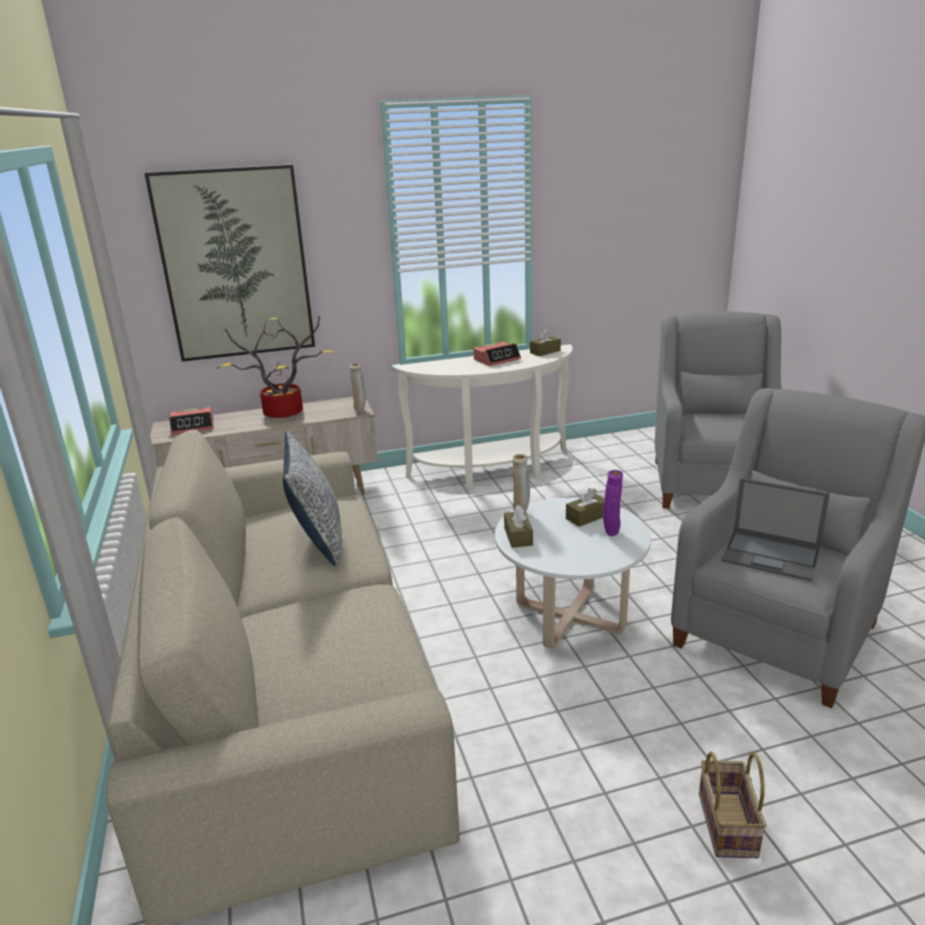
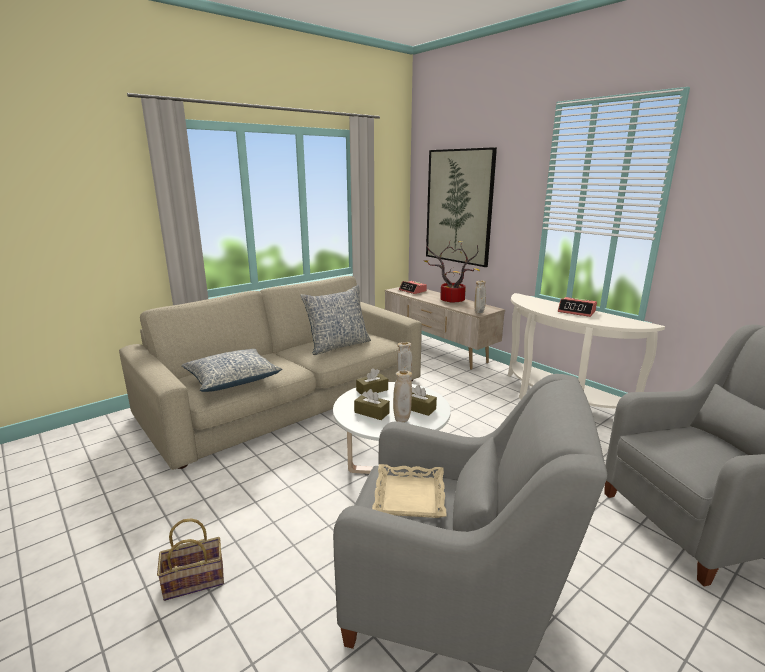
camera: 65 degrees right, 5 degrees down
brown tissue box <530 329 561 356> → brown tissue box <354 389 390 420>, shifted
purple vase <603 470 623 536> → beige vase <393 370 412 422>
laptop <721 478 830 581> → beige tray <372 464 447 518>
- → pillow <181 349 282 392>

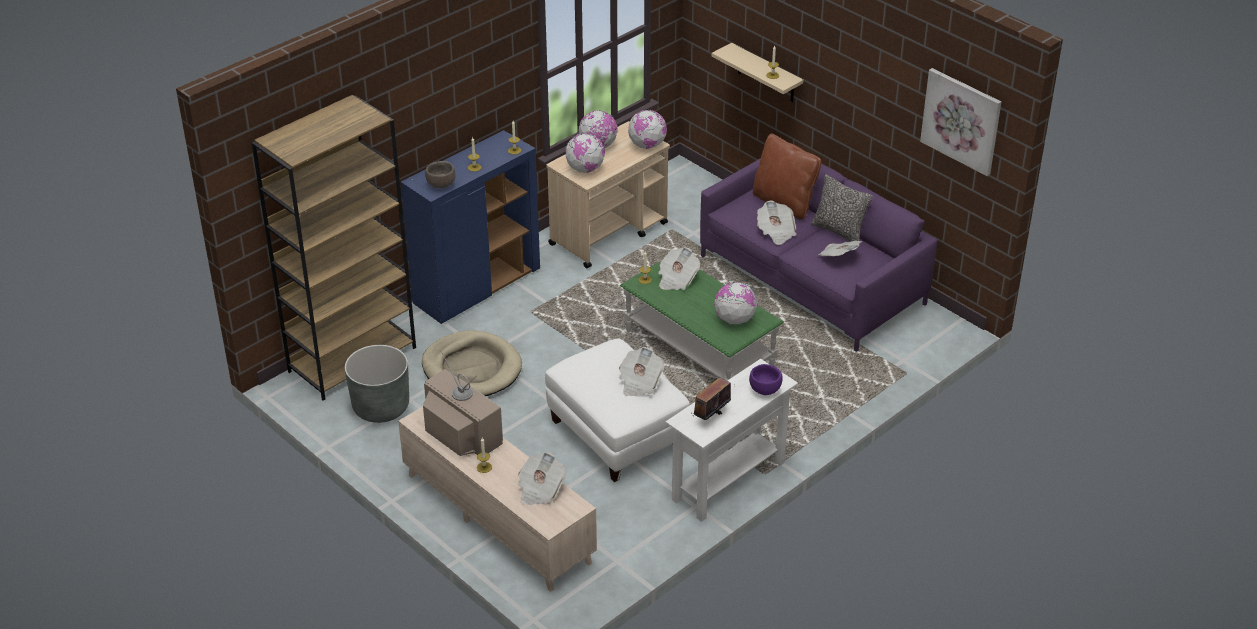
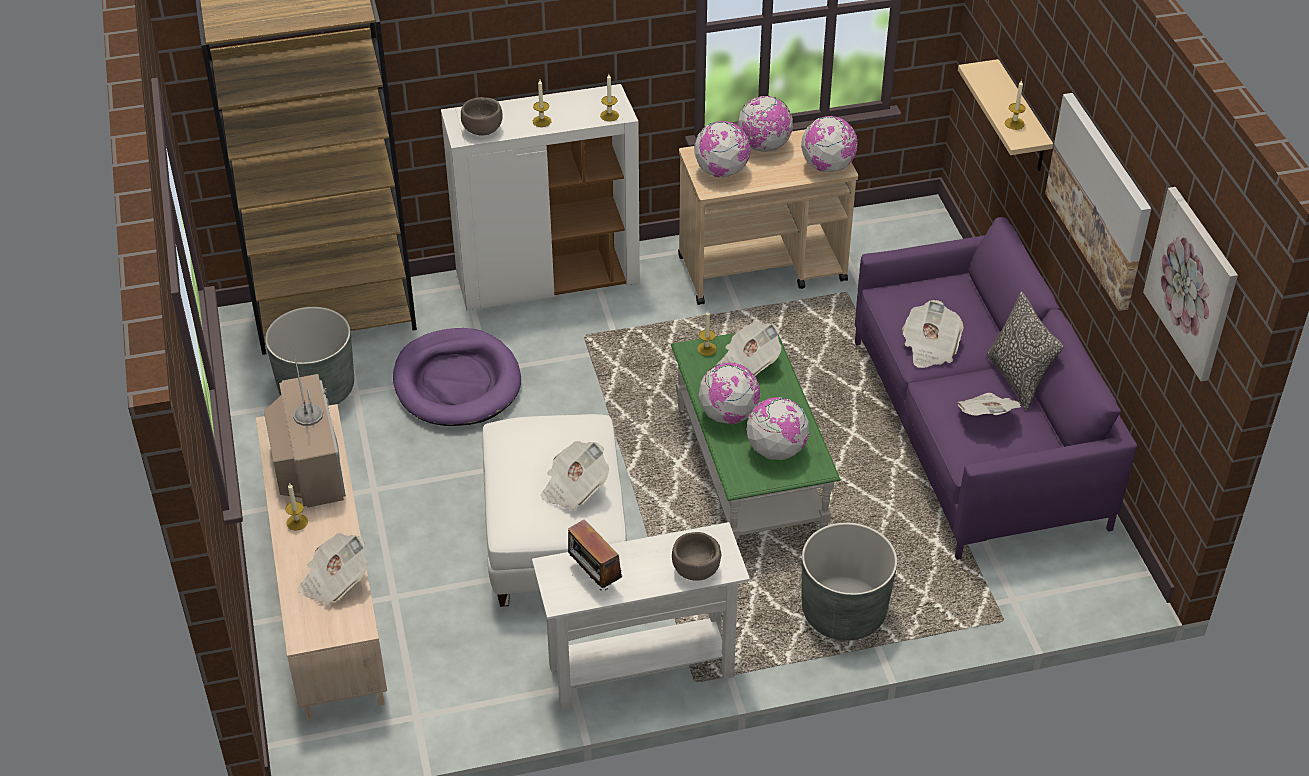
camera: 30 degrees right, 5 degrees up
blue cabinet <401 130 540 324> → white cabinet <441 84 640 311>
beige dog bed <422 330 522 396> → purple dog bed <393 328 521 426>
radio <691 374 731 420> → radio <568 519 622 590>, 105 degrees counterclockwise
purple bowl <749 364 783 395> → brown bowl <672 532 721 581>
brown pillow <753 134 821 220> → -
- → globe <699 363 760 424>
- → grey planter <802 523 897 641>
- → picture <1045 93 1152 311>

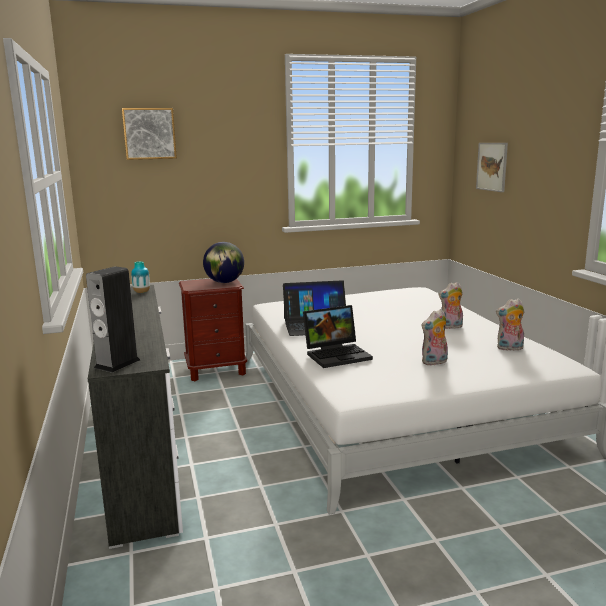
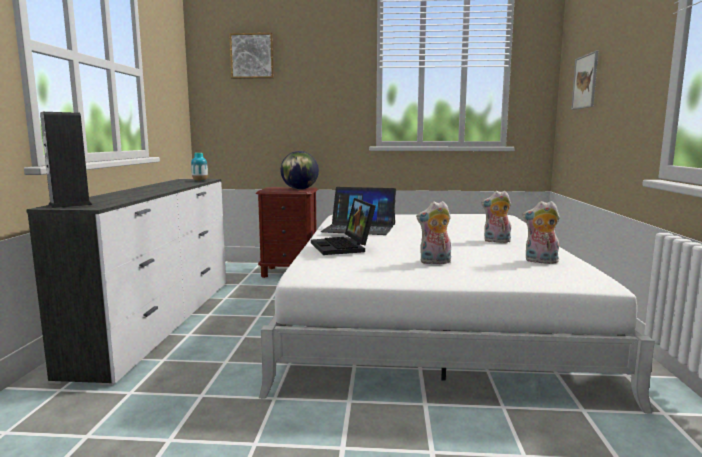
camera: 20 degrees right, 5 degrees down
laptop <303 305 373 368> → laptop <311 198 376 255>, 75 degrees clockwise

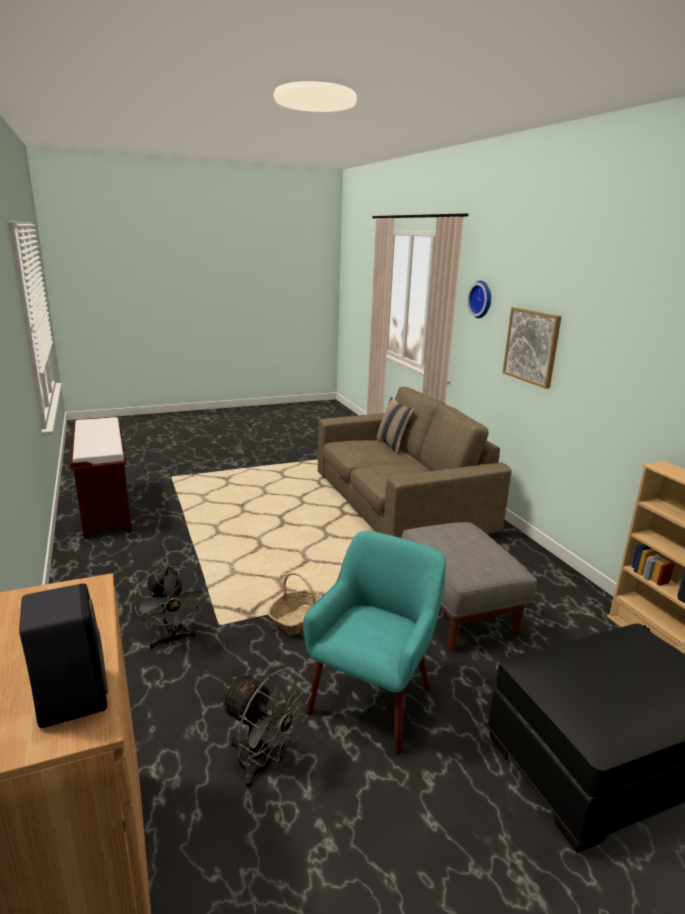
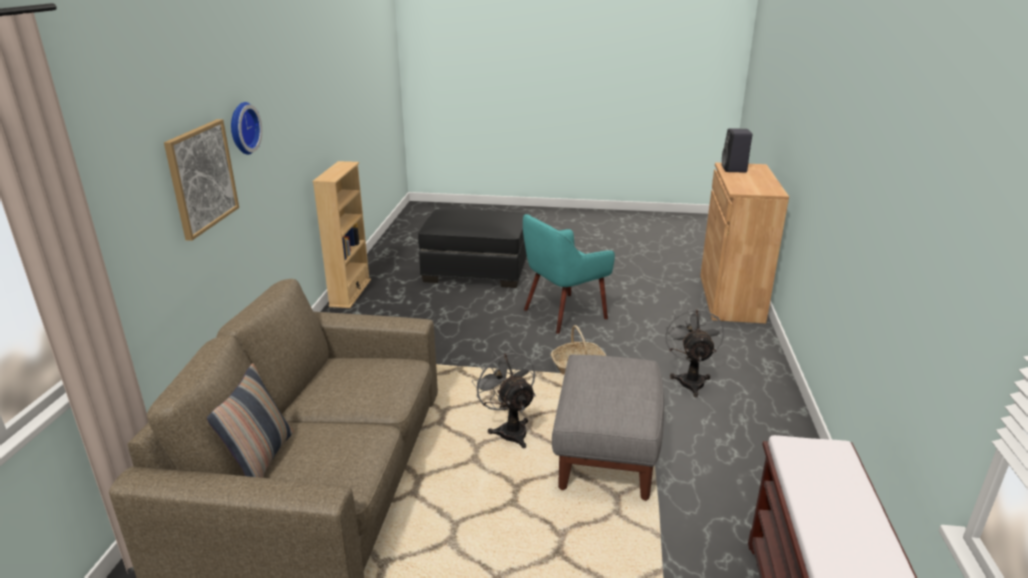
camera: 150 degrees left, 5 degrees up
grey fan <220 669 311 788> → grey fan <472 347 536 448>, shifted
grey ottoman <401 522 537 651> → grey ottoman <552 355 664 501>, shifted
wall clock <467 281 491 318> → wall clock <231 102 262 155>, shifted

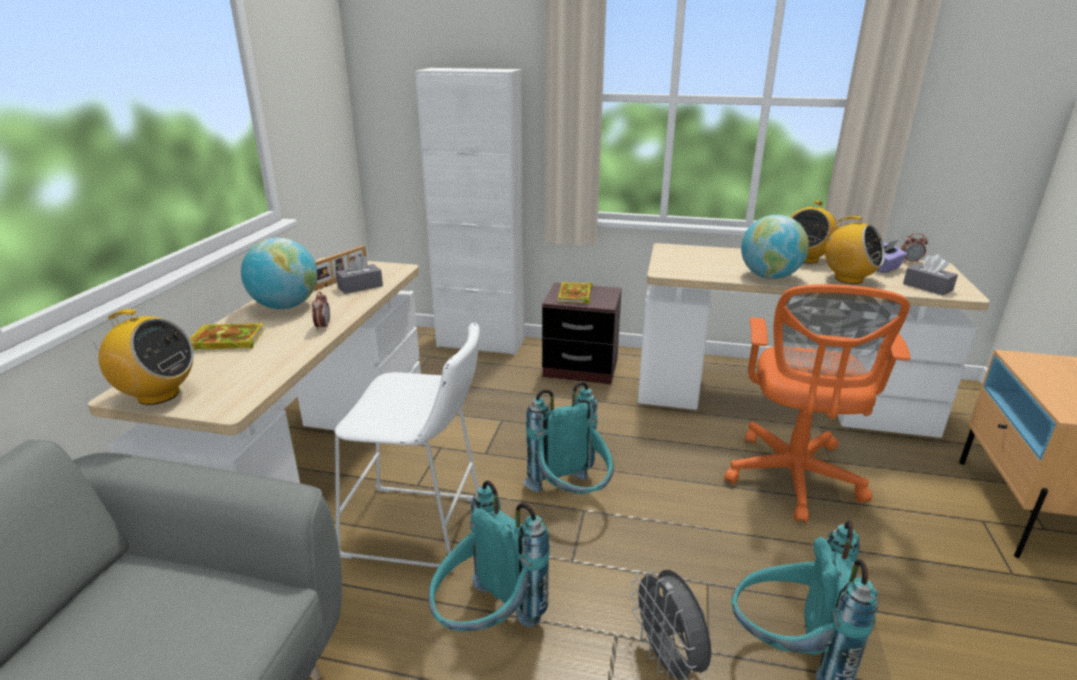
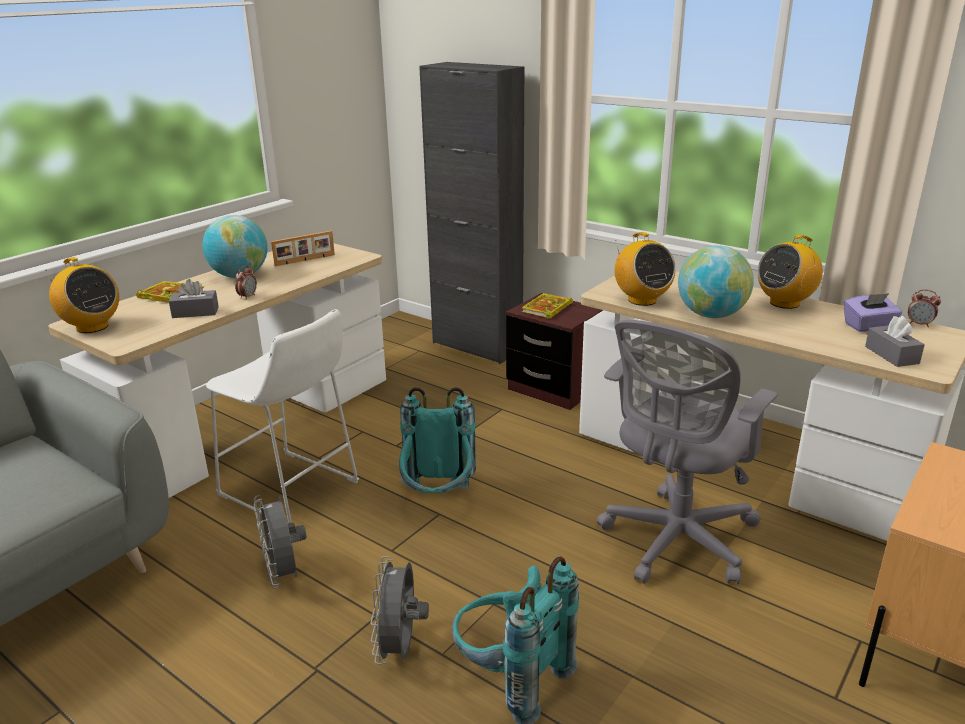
camera: 25 degrees right, 0 degrees up
grey tissue box <336 255 383 294> → grey tissue box <169 279 219 318>, shifted
white cabinet <415 68 524 355> → black cabinet <419 62 524 364>
turquoise backpack <429 480 550 632> → grey fan <254 495 307 588>
orange office chair <724 284 910 523> → grey office chair <597 320 778 584>
radio <825 216 885 284> → radio <614 232 676 306>, shifted

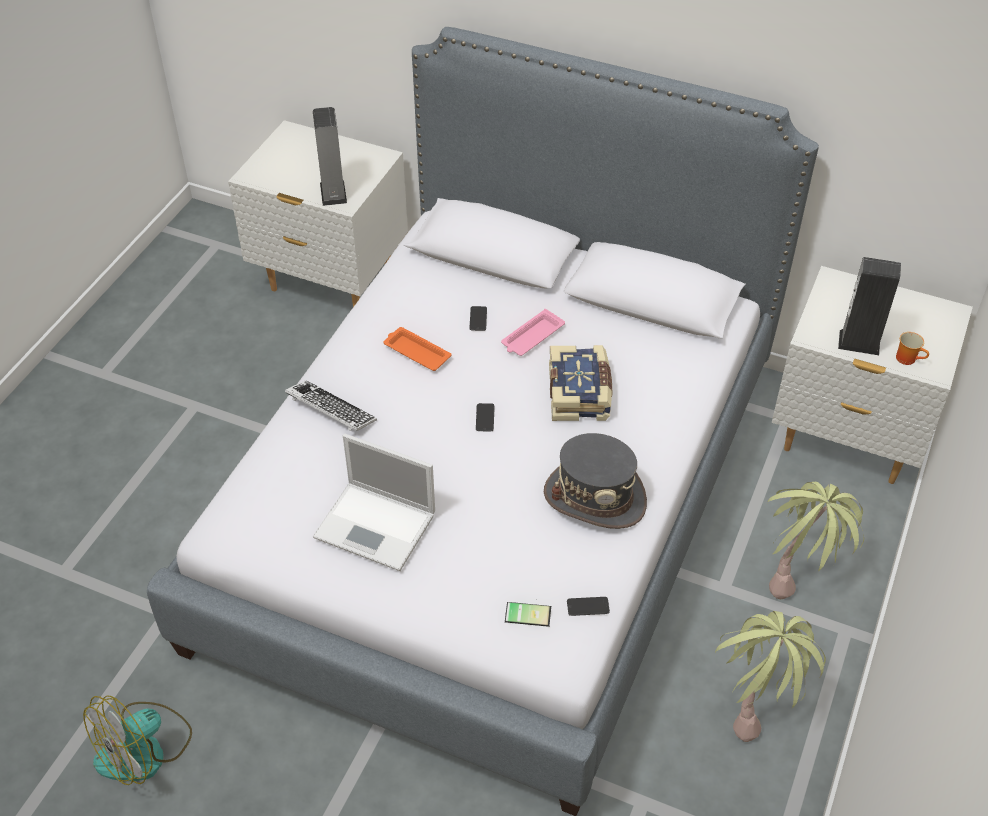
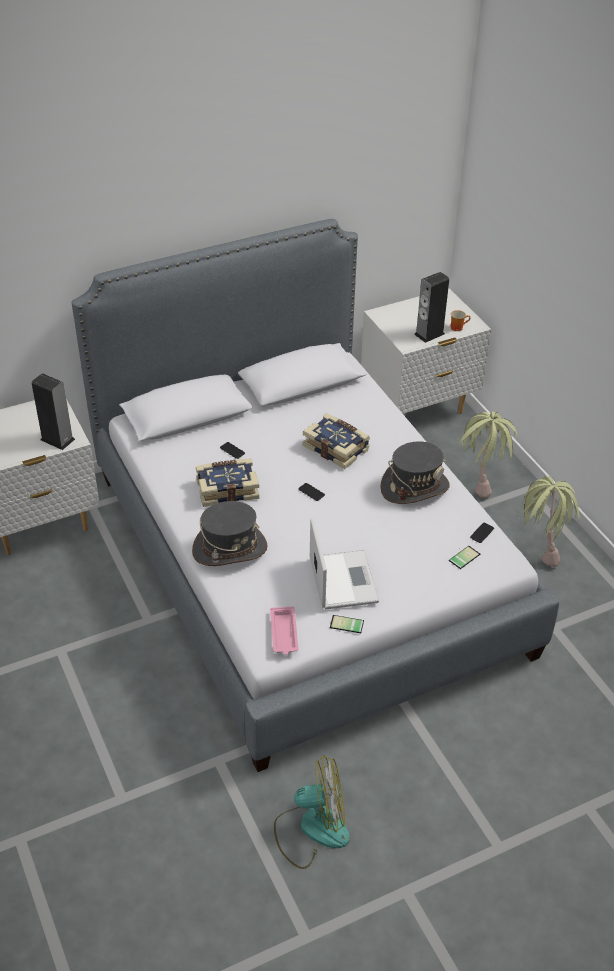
camera: 50 degrees left, 5 degrees down
fan <83 695 192 785> → fan <274 755 350 869>, 90 degrees counterclockwise
keyboard <285 380 377 431> → grey hat <192 501 268 566>
laptop <313 434 435 571> → laptop <310 518 379 610>, 75 degrees counterclockwise
orange tray <383 327 451 371> → book <196 458 259 507>
pink tray <501 309 565 356> → pink tray <270 607 298 655>, shifted
- → phone <330 615 364 633>

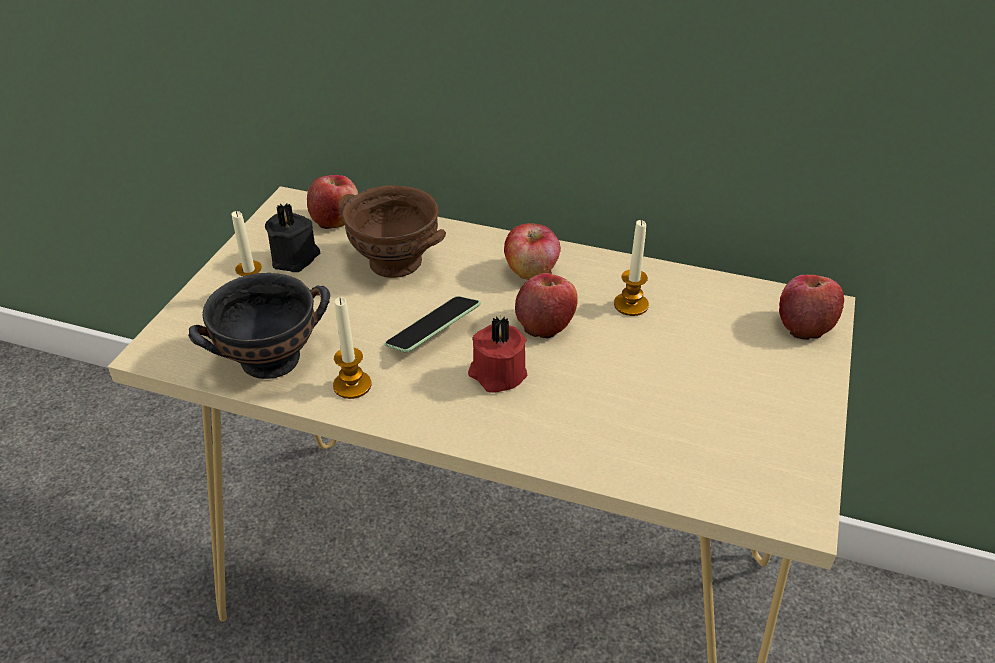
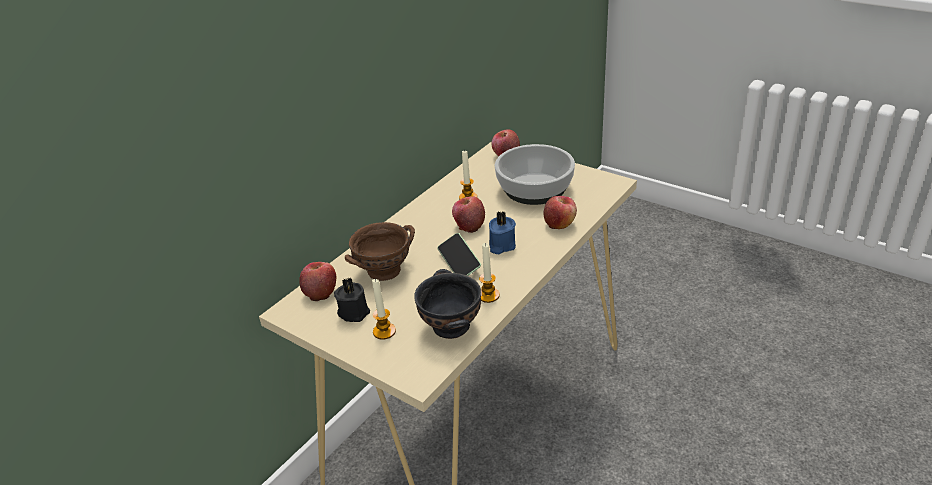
camera: 70 degrees left, 5 degrees down
red candle <468 316 527 393> → blue candle <489 211 516 254>
apple <504 223 561 280> → apple <544 196 577 229>, shifted
- → bowl <495 144 575 205>

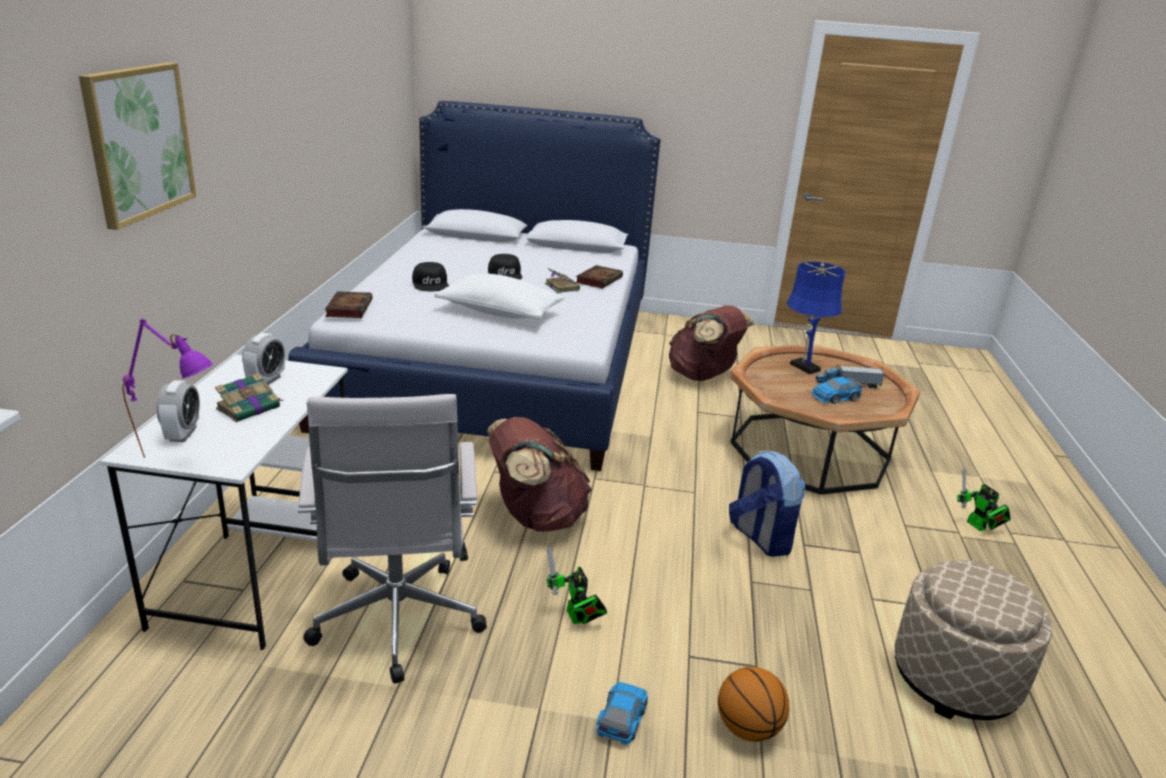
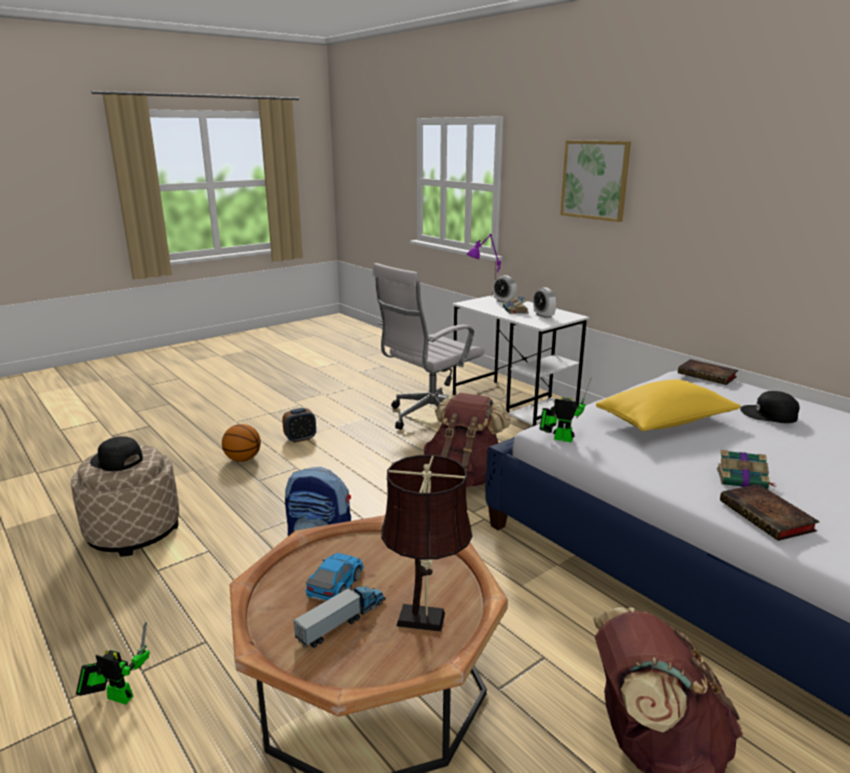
camera: 135 degrees right, 5 degrees down
white office chair <298 394 487 684> → white office chair <373 263 485 430>, 75 degrees counterclockwise
white pillow <434 274 565 319> → yellow pillow <596 379 741 431>
black cap <488 254 523 280> → black cap <90 436 143 471>, shifted
toy robot <547 547 607 624> → toy robot <539 377 592 442>, shifted
toy car <597 682 648 745> → alarm clock <282 408 316 443>
blue table lamp <786 262 846 374> → brown table lamp <381 455 473 632>

